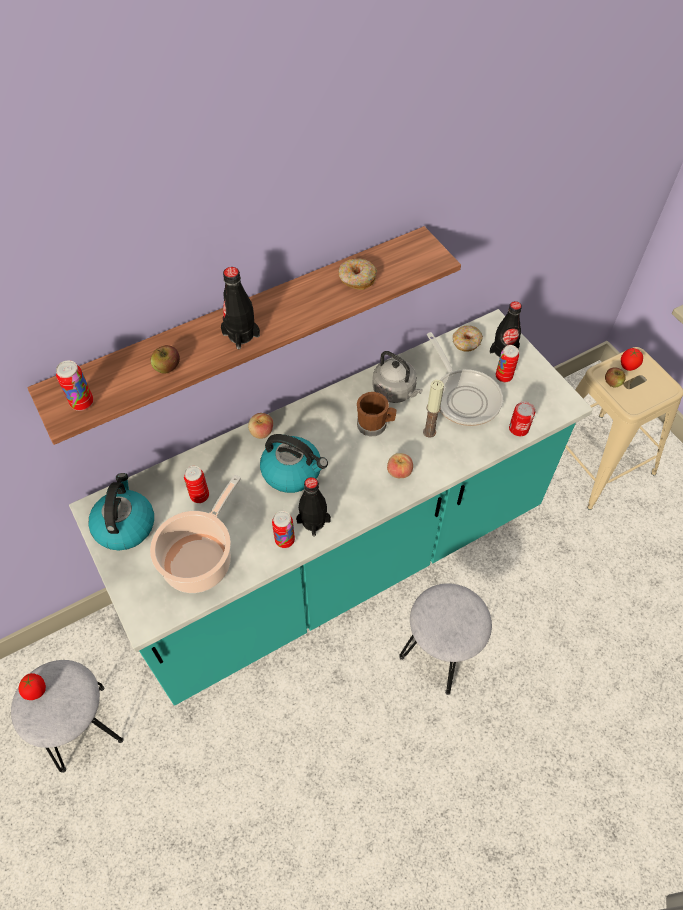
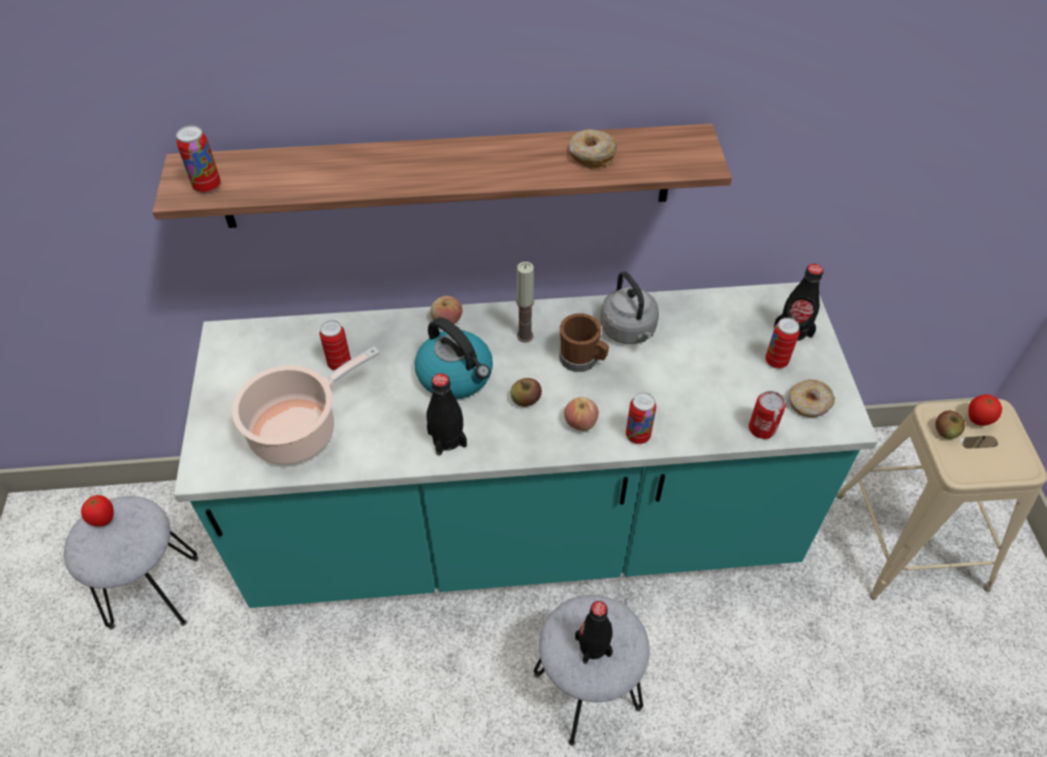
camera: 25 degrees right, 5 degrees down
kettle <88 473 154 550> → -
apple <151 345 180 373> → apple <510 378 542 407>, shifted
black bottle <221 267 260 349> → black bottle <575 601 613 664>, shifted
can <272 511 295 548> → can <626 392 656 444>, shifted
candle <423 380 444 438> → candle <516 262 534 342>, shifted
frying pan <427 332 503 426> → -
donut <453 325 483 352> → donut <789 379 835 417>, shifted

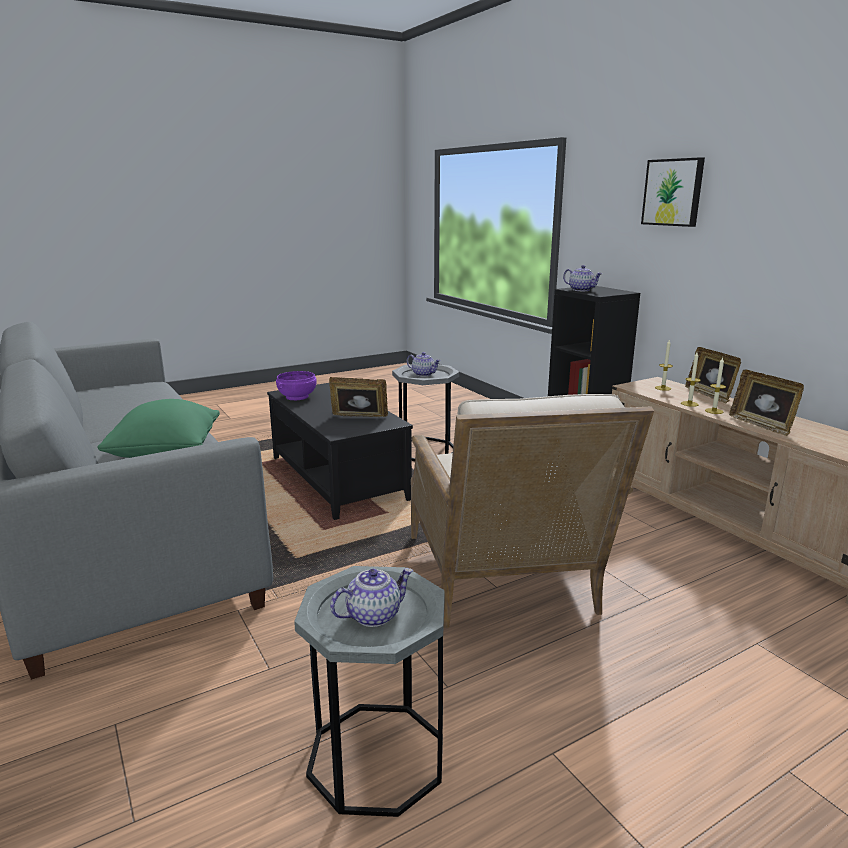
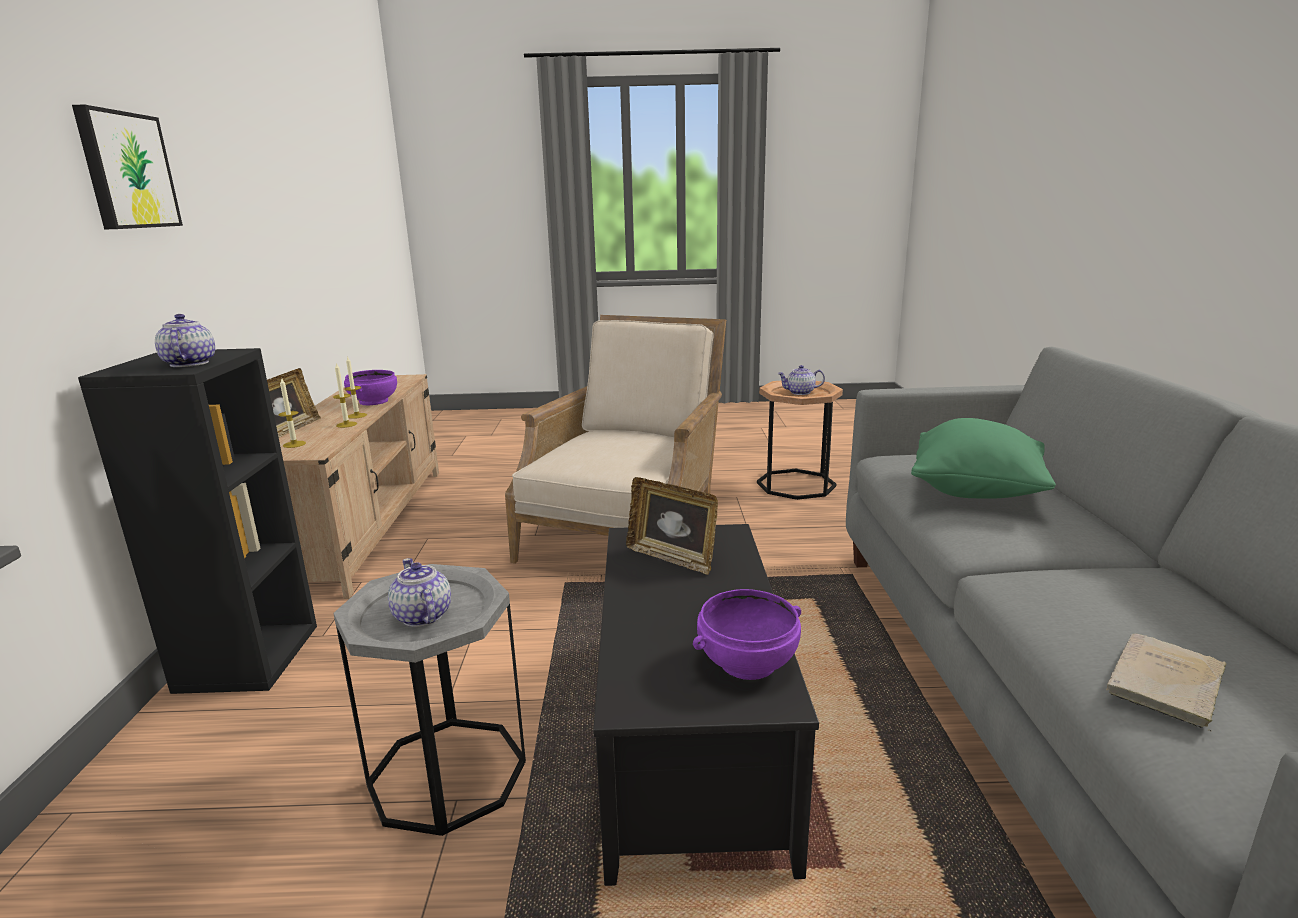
camera: 150 degrees left, 0 degrees up
grey side table <294 566 445 817> → brown side table <757 381 843 500>
picture frame <729 370 804 436> → purple bowl <344 370 397 405>
- → beige book <1106 633 1227 731>

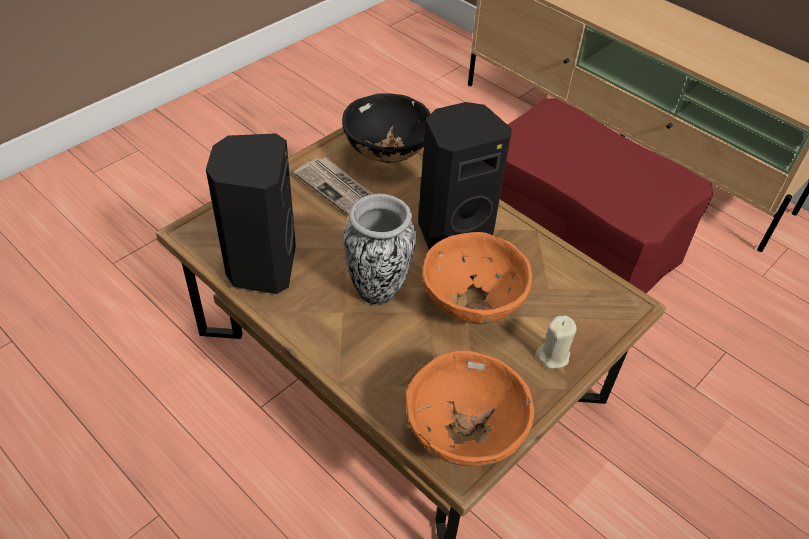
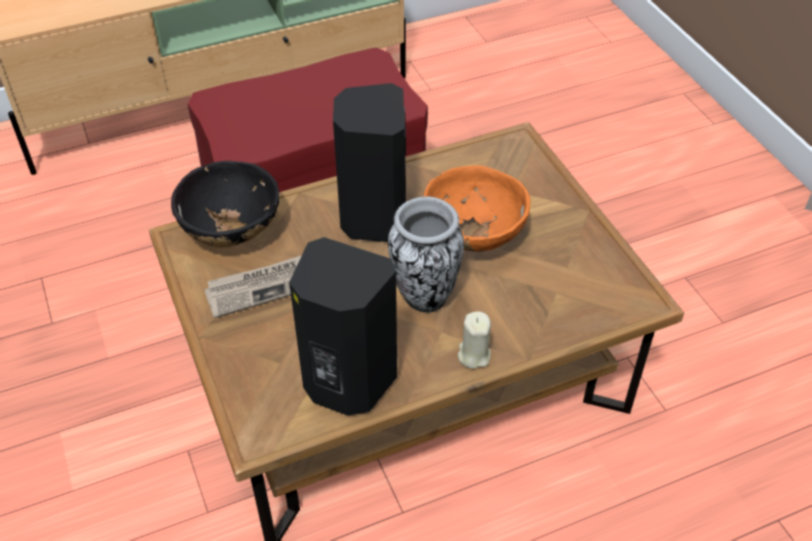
camera: 65 degrees left, 0 degrees up
orange bowl <406 351 534 466> → -
beige candle <536 315 576 369> → beige candle <458 311 491 369>, shifted

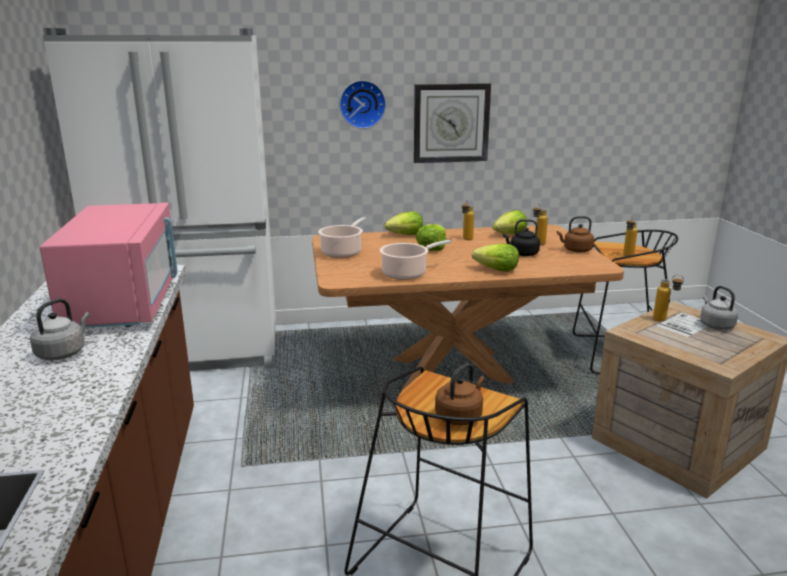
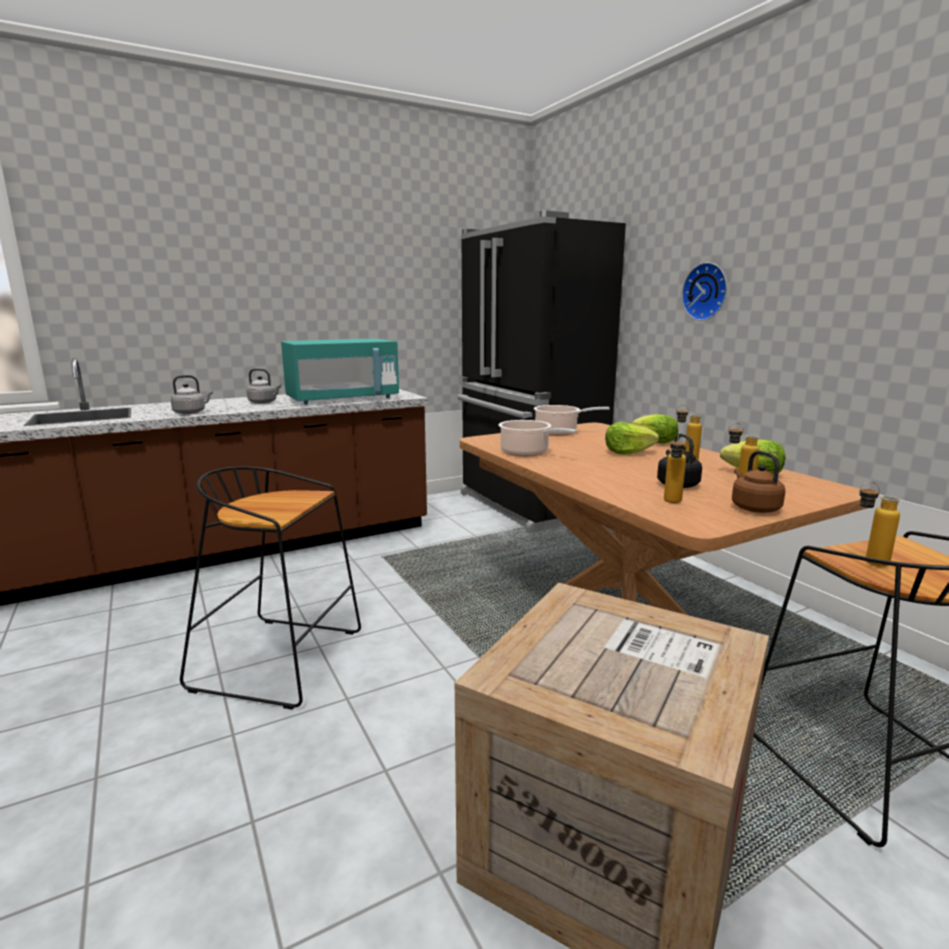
camera: 70 degrees right, 5 degrees down
pink microwave <40 202 178 328> → turquoise microwave <281 339 399 405>
white fridge <43 28 276 371> → black fridge <457 211 626 534>
wall clock <414 83 491 163> → -
brown kettle <435 363 485 426> → -
lettuce <472 243 519 272> → -
bottle <653 274 684 321> → bottle <664 435 686 503>, shifted
grey kettle <700 286 738 330> → grey kettle <171 375 213 414>, shifted

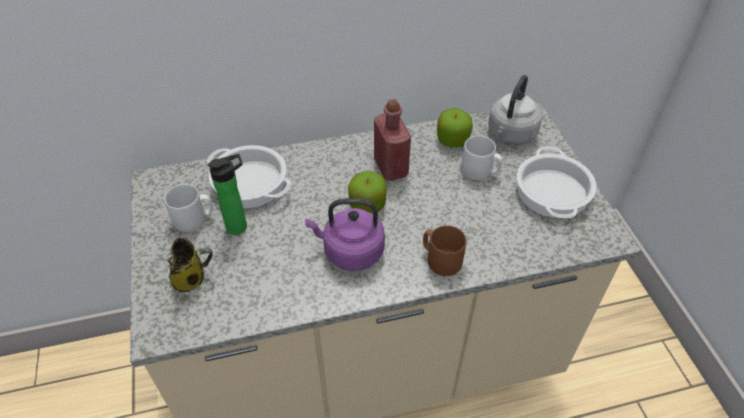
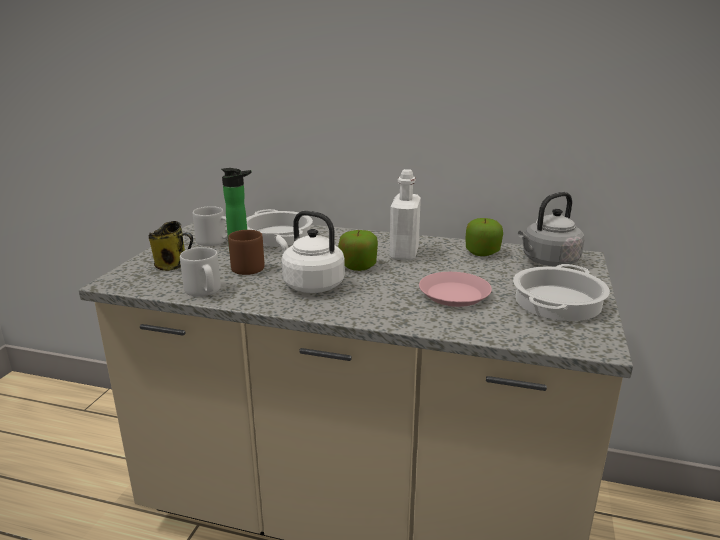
camera: 30 degrees right, 25 degrees down
purple kettle <305 198 385 271> → white kettle <276 211 345 293>
red bottle <374 99 411 181> → white bottle <389 169 421 260>
brown mug <423 225 466 276> → brown mug <228 230 265 275>, shifted
grey mug <461 135 503 180> → grey mug <180 247 221 297>, shifted
- → pink plate <419 272 492 307>

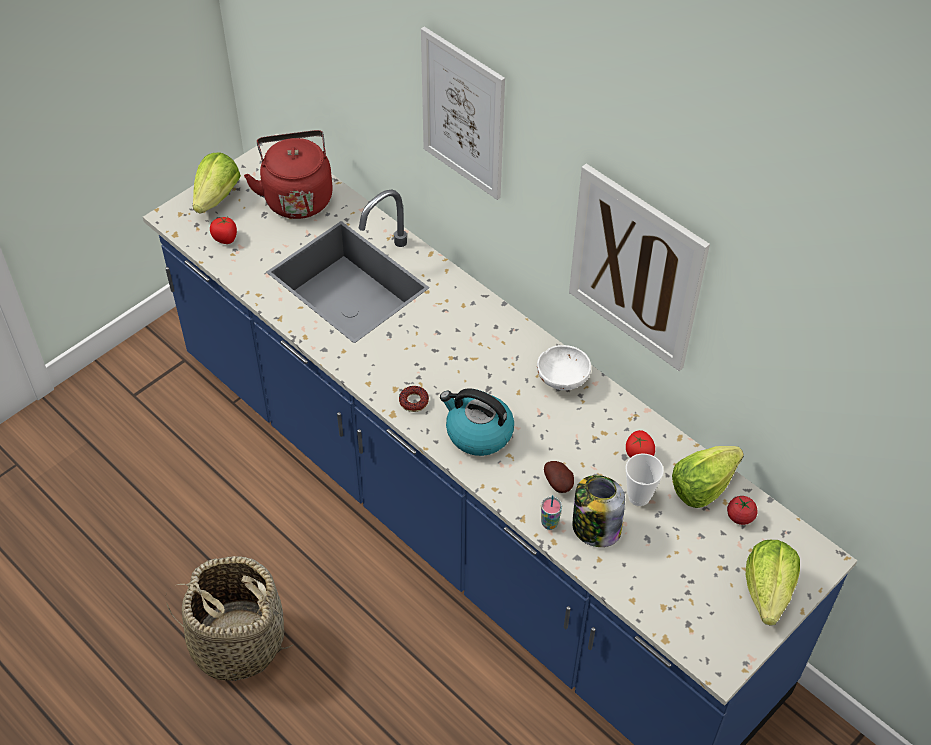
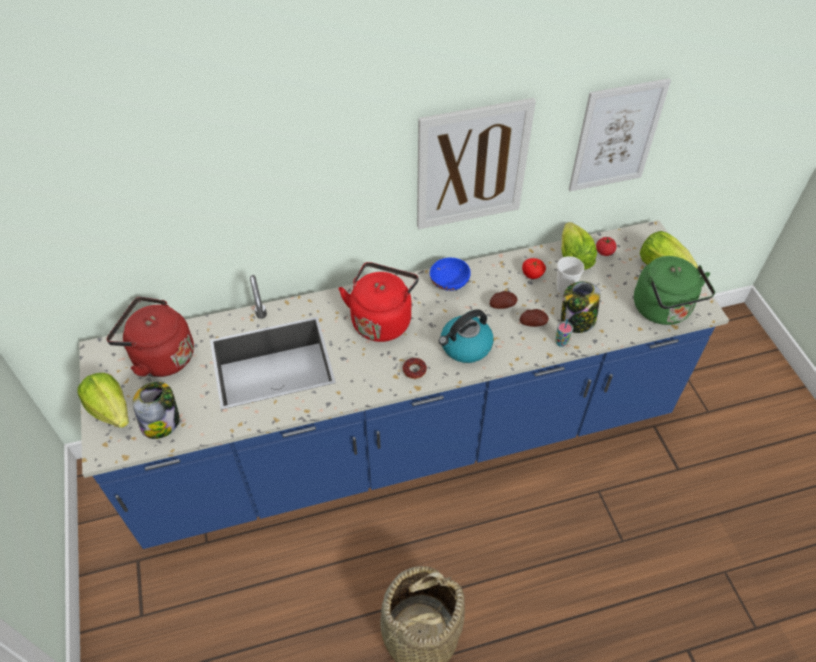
camera: 60 degrees left, 0 degrees up
tomato <210 216 237 244> → jar <133 382 180 439>
picture <421 27 505 200> → picture <569 78 671 191>, shifted
white bowl <537 345 591 390> → blue bowl <430 258 471 291>
- → red kettle <339 262 419 342>
- → potato <490 291 517 309>
- → green kettle <634 256 715 325>

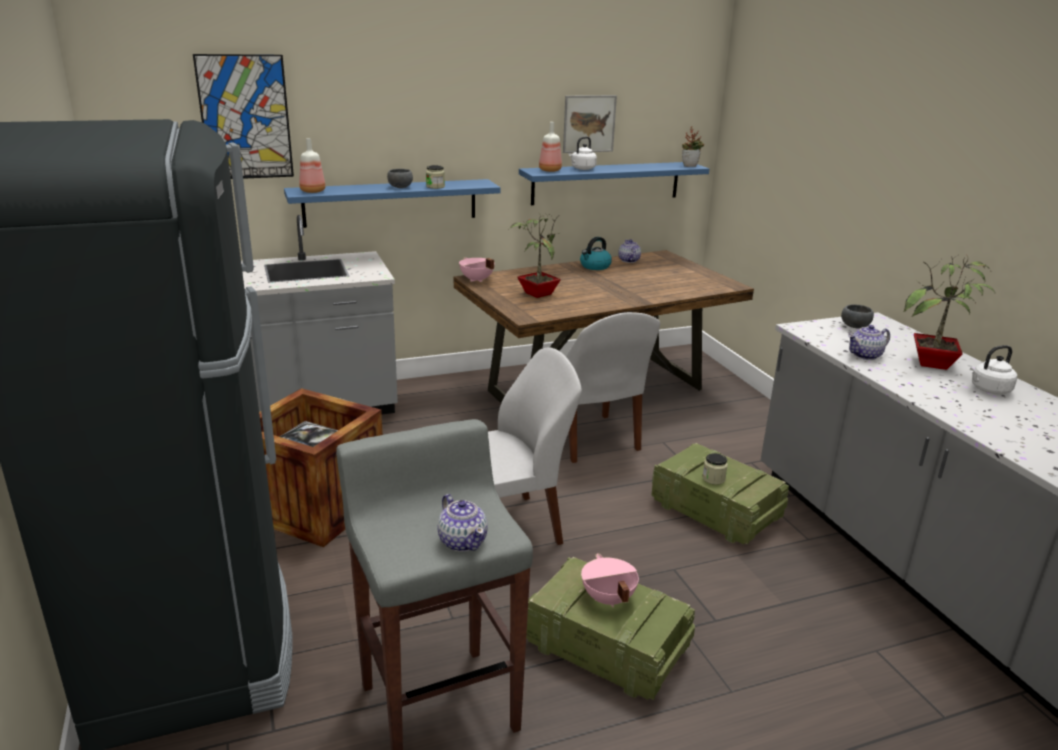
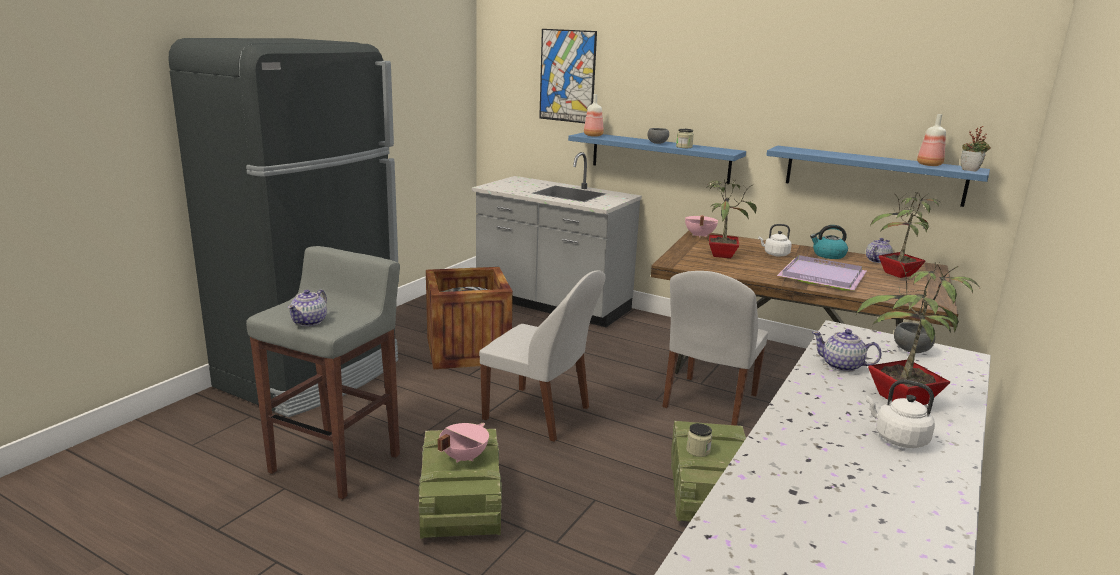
camera: 50 degrees right, 5 degrees down
bottle <539 122 562 172> → bottle <917 114 946 166>, shifted
picture <563 95 617 153> → -
white kettle <569 136 597 170> → white kettle <758 224 792 257>, shifted
- → purple tray <777 255 866 291>
- → potted plant <870 192 942 278>

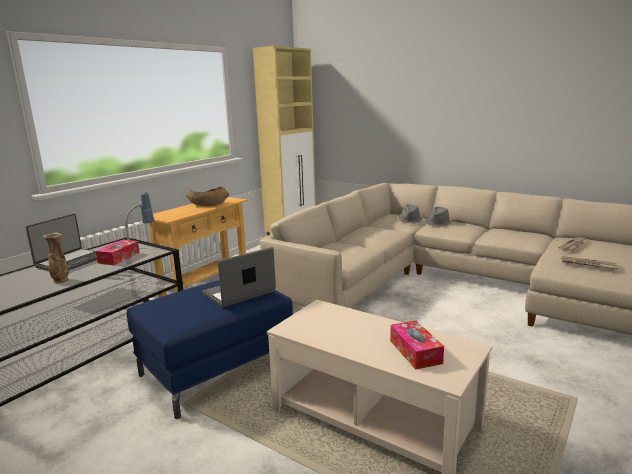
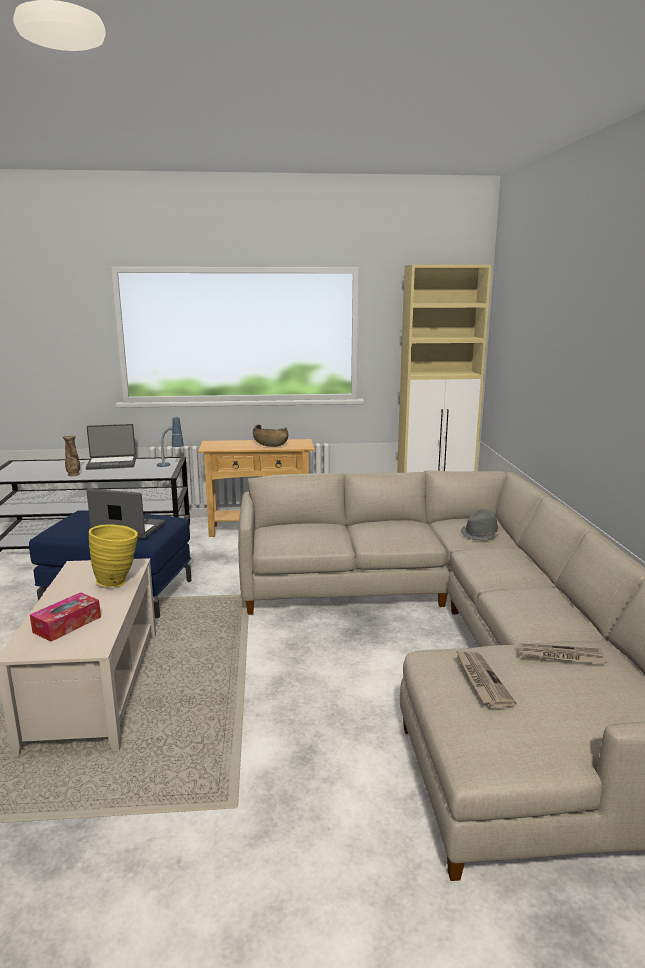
camera: 50 degrees right, 0 degrees up
tissue box <96 240 140 265> → -
grey hat <426 207 452 227> → -
- → yellow vase <89 524 138 587>

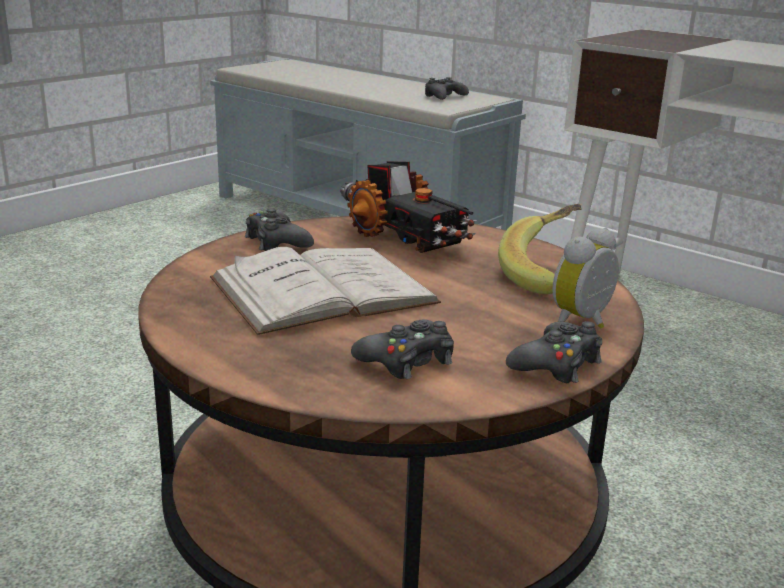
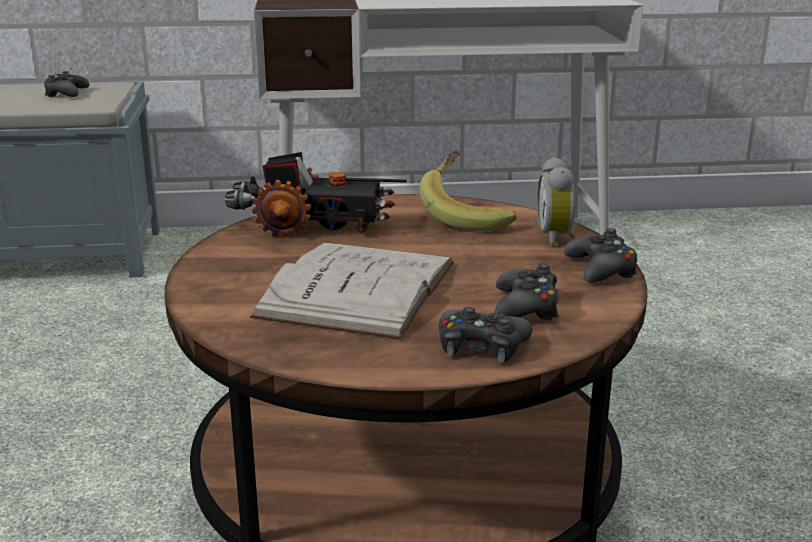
camera: 45 degrees left, 0 degrees up
black game controller <245 208 314 251> → black game controller <439 307 532 363>, shifted

